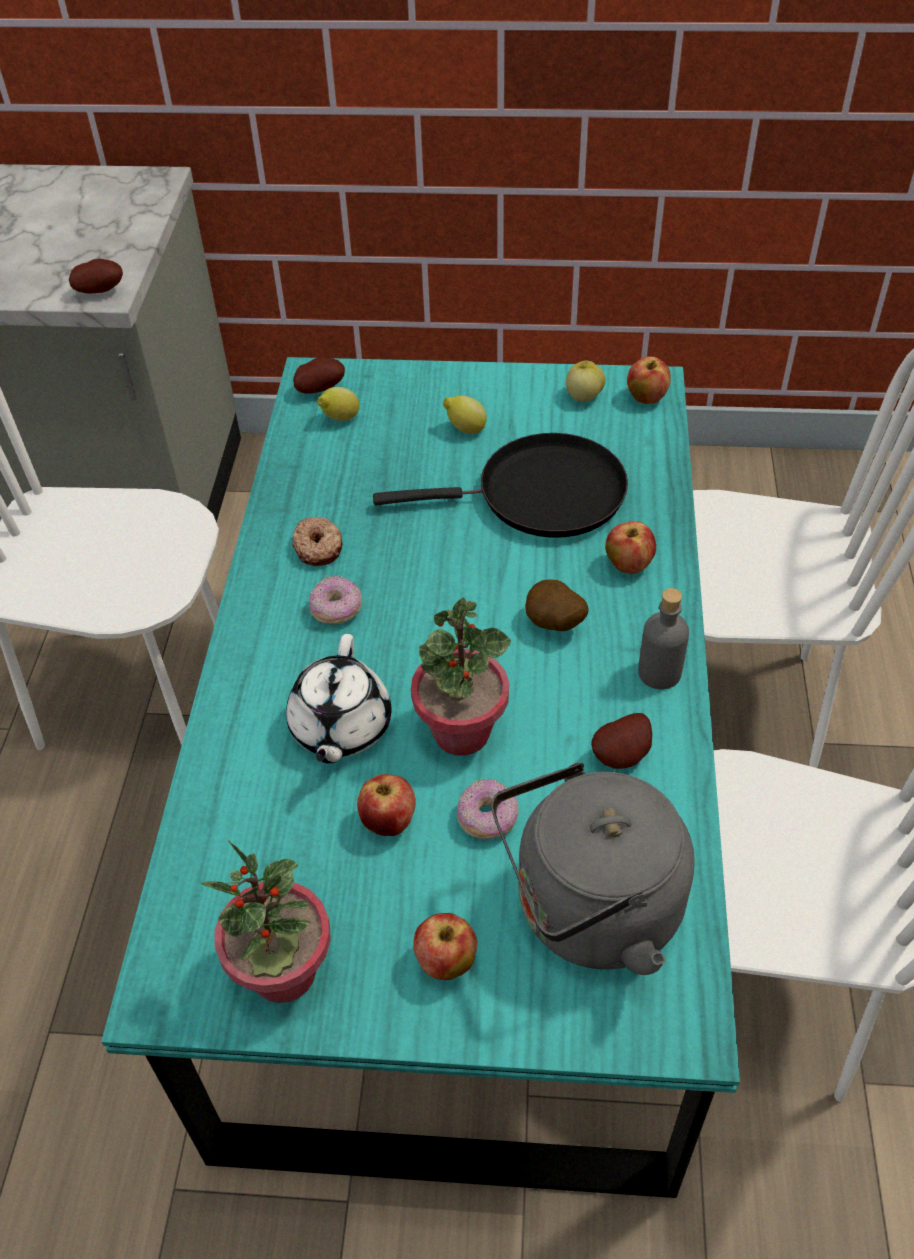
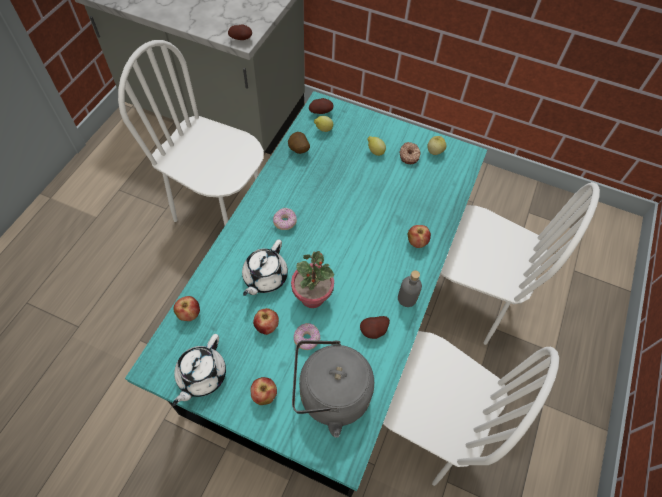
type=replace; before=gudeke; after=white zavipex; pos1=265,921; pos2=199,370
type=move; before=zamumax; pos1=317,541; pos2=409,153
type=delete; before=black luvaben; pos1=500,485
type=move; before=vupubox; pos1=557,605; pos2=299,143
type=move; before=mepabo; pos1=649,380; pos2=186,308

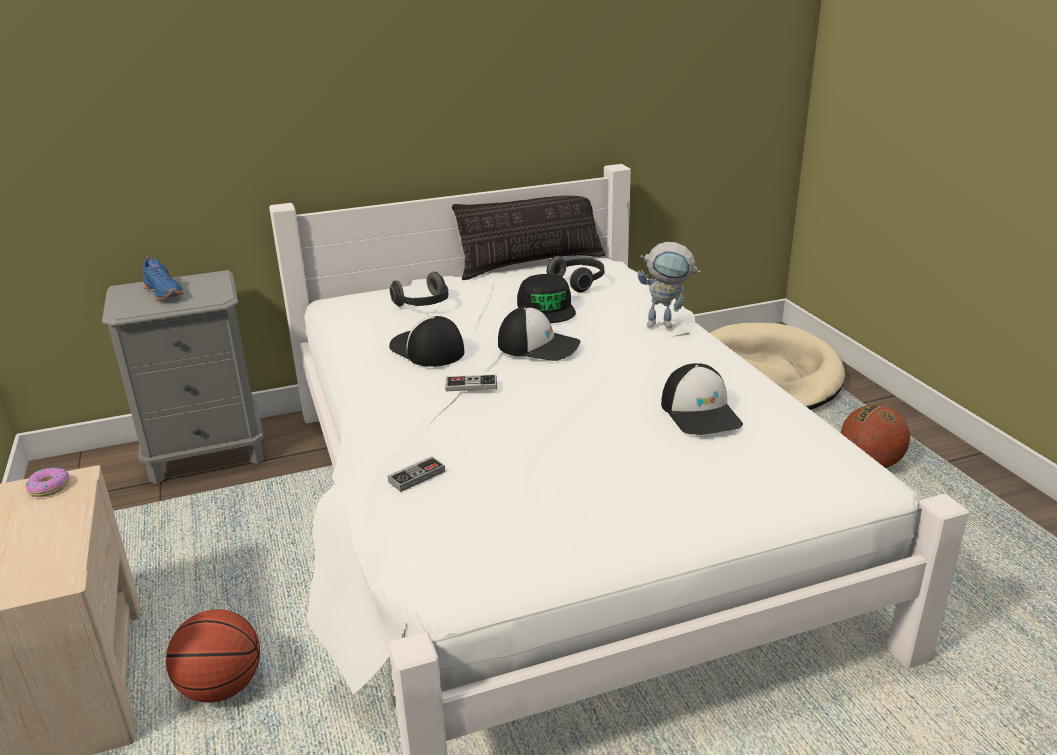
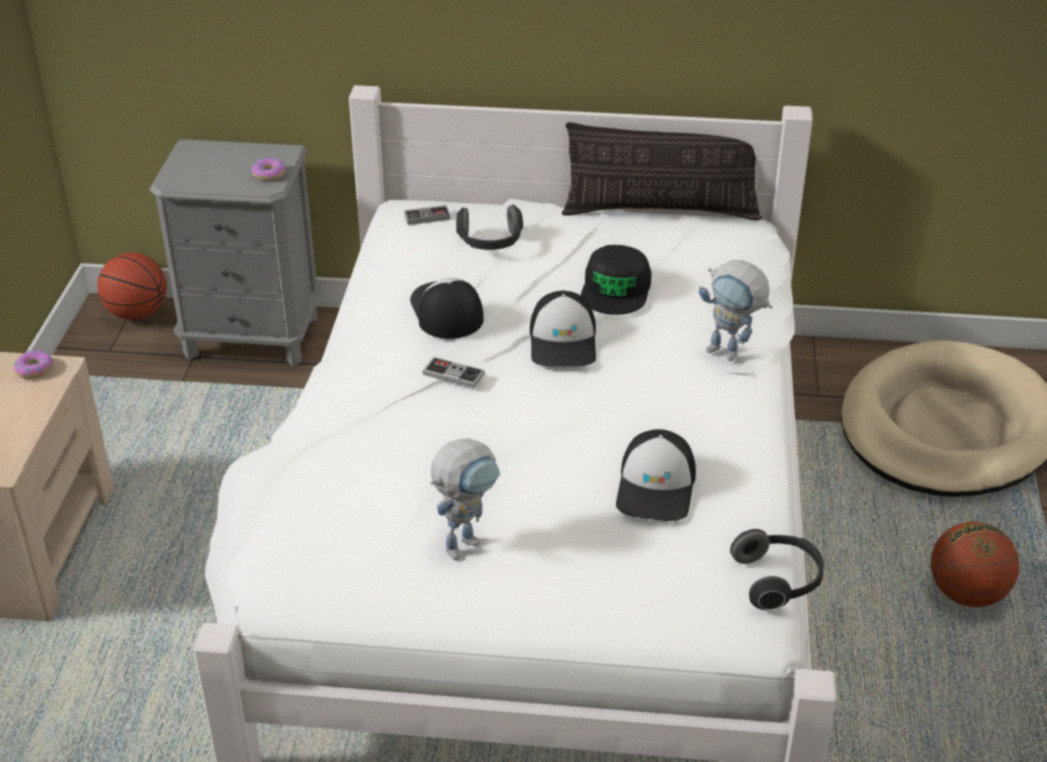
type=delete; before=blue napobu; pos1=163,278
type=move; before=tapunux; pos1=213,656; pos2=132,286
type=move; before=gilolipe; pos1=416,474; pos2=427,215
type=rotate; before=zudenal; pos1=539,333; pos2=563,329; turn=45
type=move; before=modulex; pos1=575,274; pos2=777,569
type=insert; after=zamumax; pos2=269,169
type=insert; after=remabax; pos2=465,499

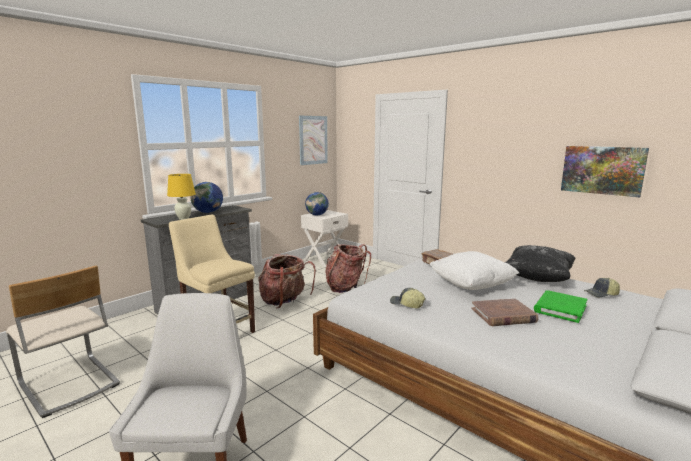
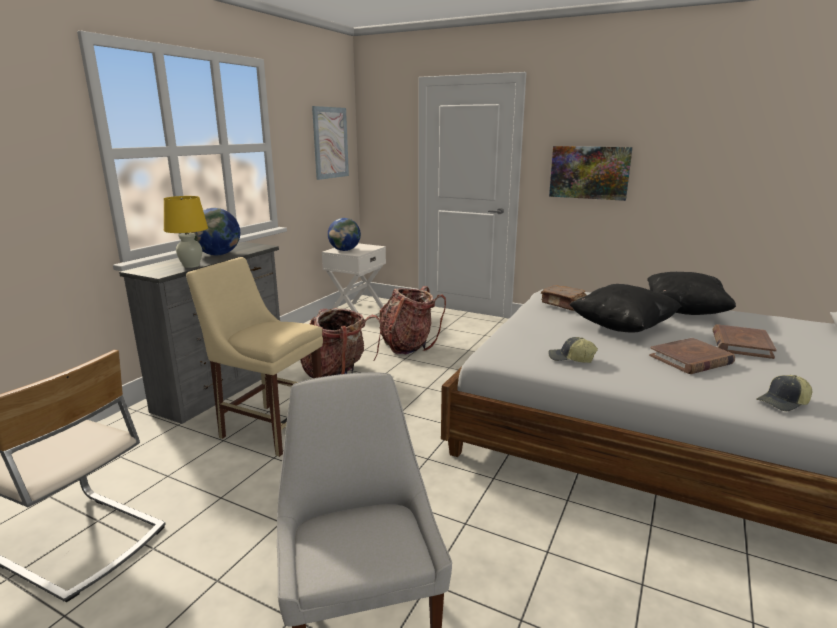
type=recolor; before=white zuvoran; after=black zuvoran; pos1=474,270; pos2=626,308
type=recolor; before=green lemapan; after=brown lemapan; pos1=560,306; pos2=745,341
type=move; before=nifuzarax; pos1=605,171; pos2=591,173
type=move; before=zudenal; pos1=602,287; pos2=784,393

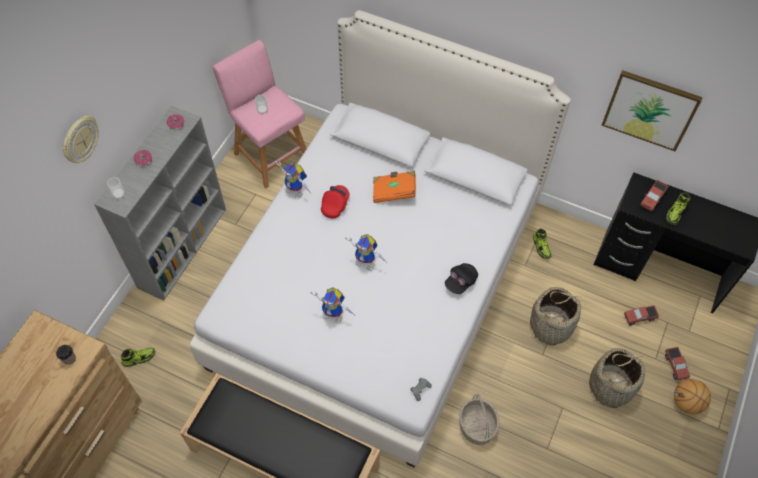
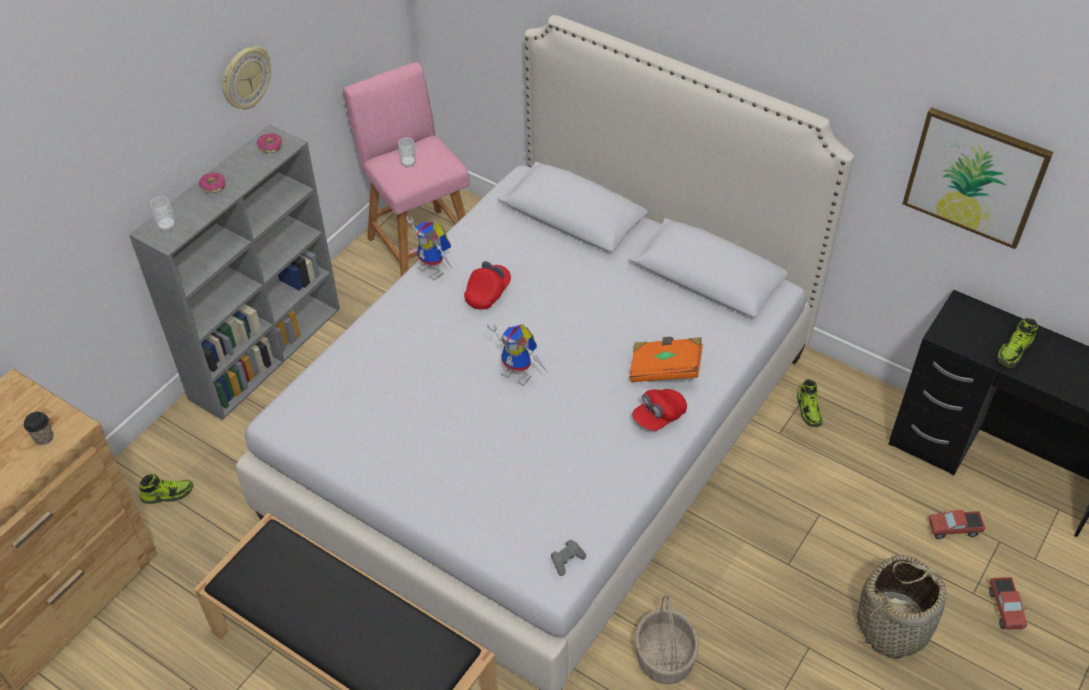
type=move; before=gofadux; pos1=80,139; pos2=246,78
type=delete; before=remabax; pos1=332,305
type=move; before=orange lemapan; pos1=394,187; pos2=666,359
type=recolor; before=black zudenal; after=red zudenal; pos1=461,278; pos2=659,410
type=delete; before=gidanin; pos1=555,316
type=delete; before=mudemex; pos1=654,196
type=delete; before=tapunux; pos1=692,396

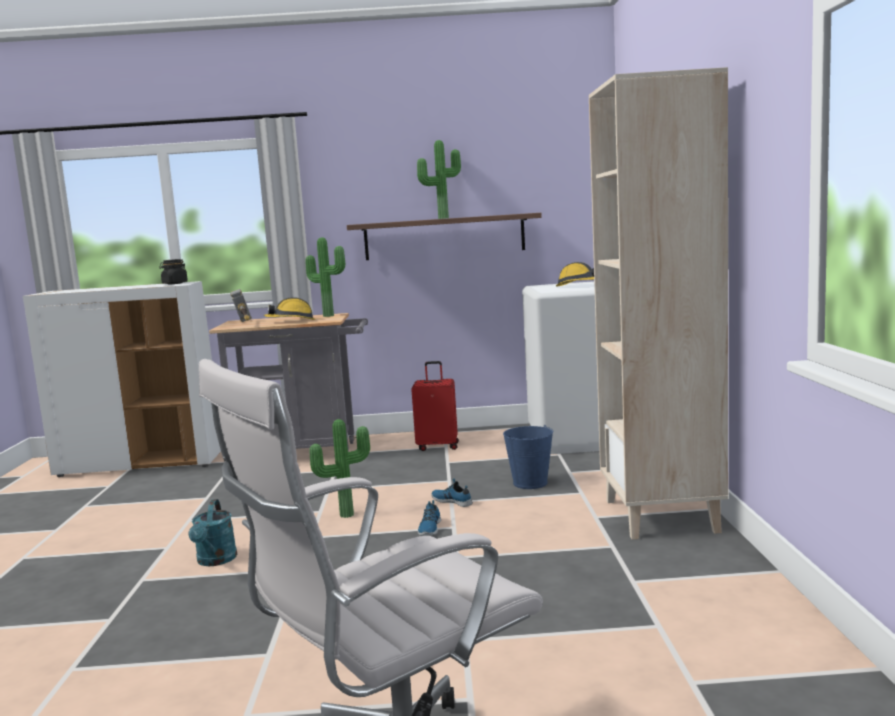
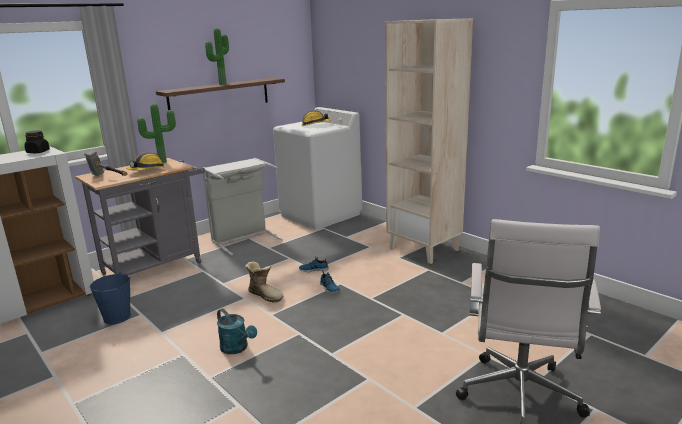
type=replace; before=gudeke; after=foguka; pos1=339,468; pos2=264,282
type=replace; before=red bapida; after=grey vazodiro; pos1=435,406; pos2=243,206
type=move; before=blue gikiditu; pos1=528,457; pos2=110,298

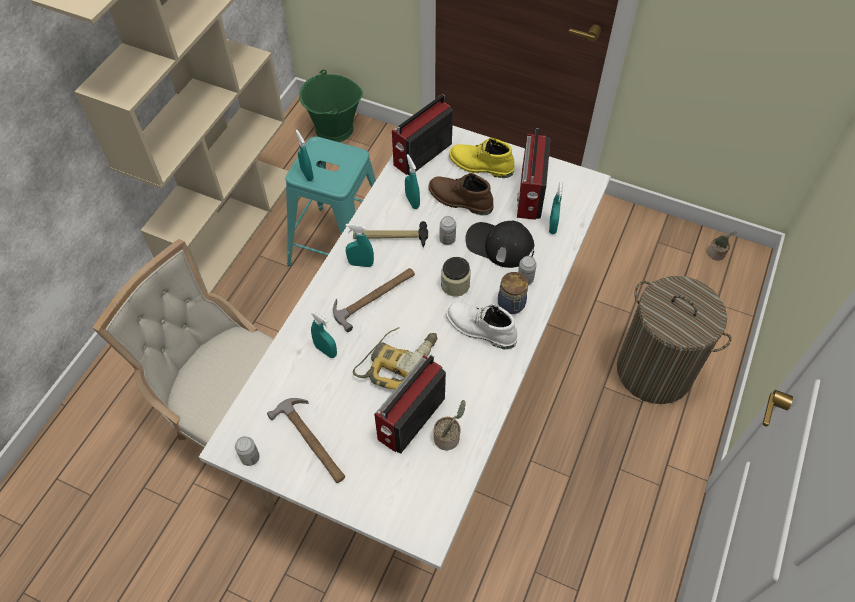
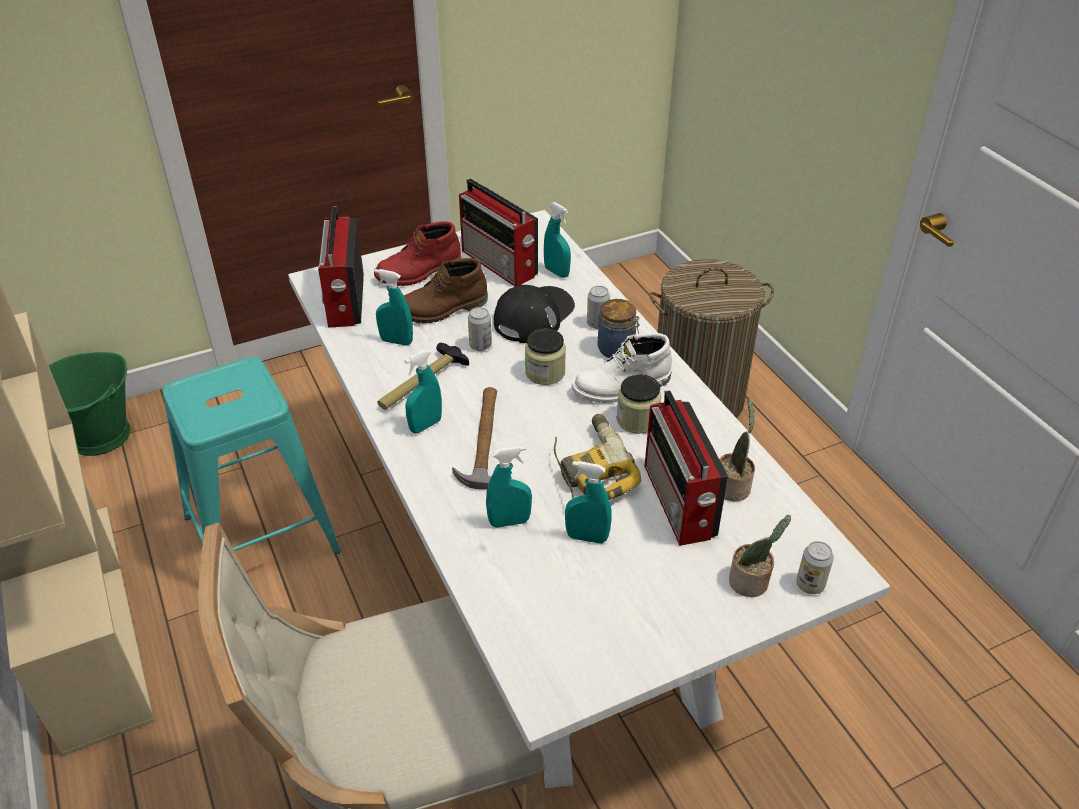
type=move; before=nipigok; pos1=247,451; pos2=815,567
type=delete; before=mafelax; pos1=306,440
type=move; before=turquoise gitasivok; pos1=305,155; pos2=588,502
type=recolor; before=yellow foguka; after=red foguka; pos1=482,158; pos2=417,253
type=rotate; before=black zudenal; pos1=499,244; pos2=534,314; turn=150
type=move; before=gudeke; pos1=722,246; pos2=760,556
type=insert; after=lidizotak; pos2=639,404

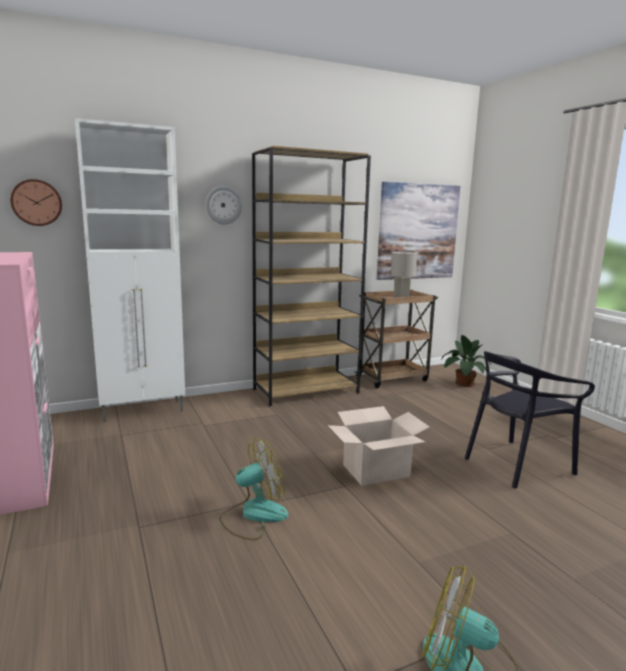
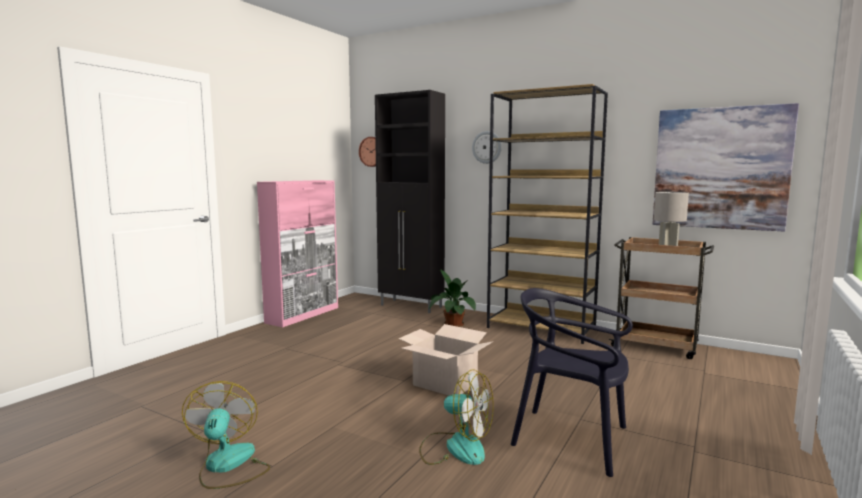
type=recolor; before=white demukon; after=black demukon; pos1=130,270; pos2=410,201
type=move; before=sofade; pos1=253,489; pos2=456,417
type=move; before=gudeke; pos1=466,361; pos2=452,298

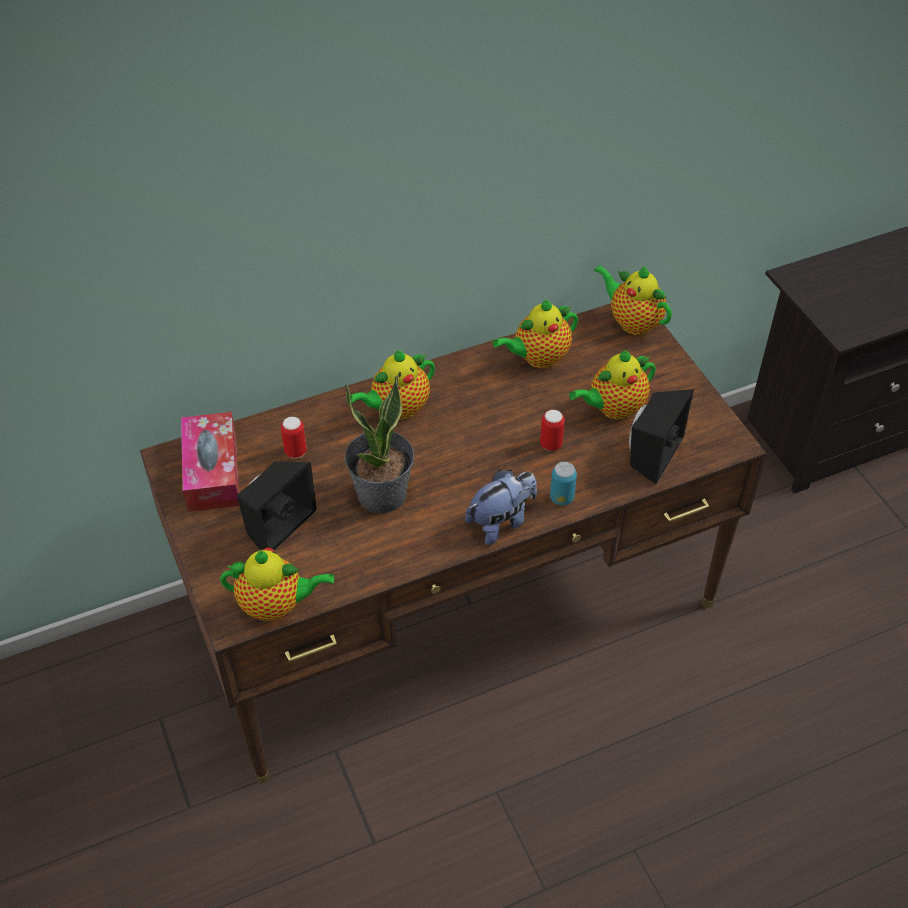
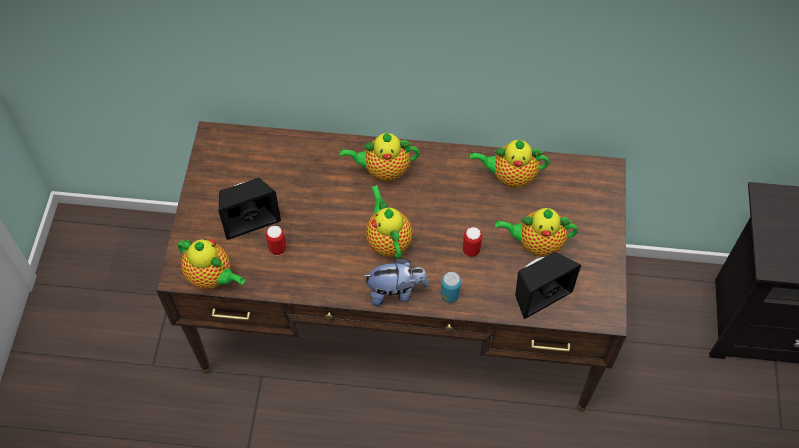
type=delete; before=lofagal; pos1=210,462
type=move; before=nipigok; pos1=294,437; pos2=276,241
type=delete; before=gudeke; pos1=379,444
type=move; before=zavipex; pos1=633,300; pos2=389,222

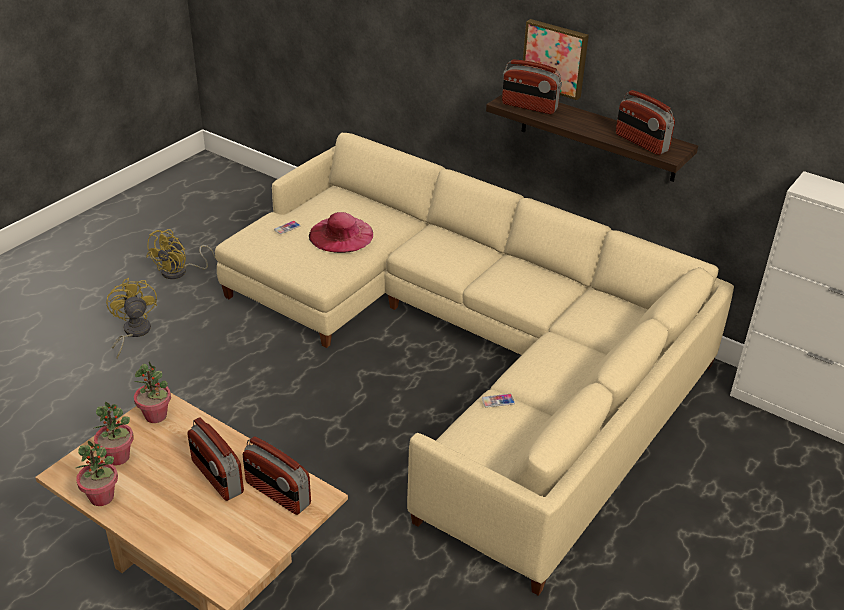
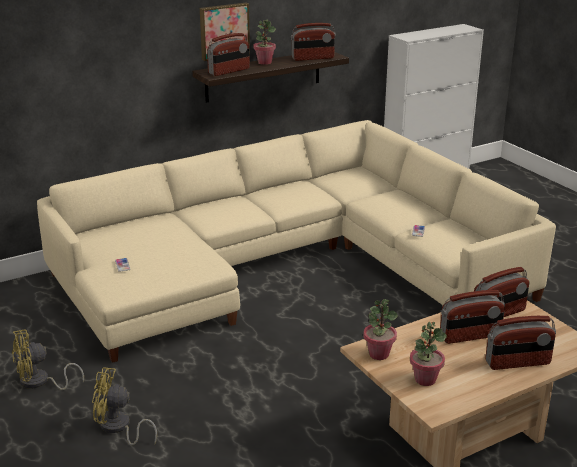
type=move; before=gudeke; pos1=97,473; pos2=264,42
type=rotate; before=yellow sofade; pos1=180,254; pos2=48,360; turn=105
type=delete; before=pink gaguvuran; pos1=341,232
type=insert; after=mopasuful; pos2=520,343

